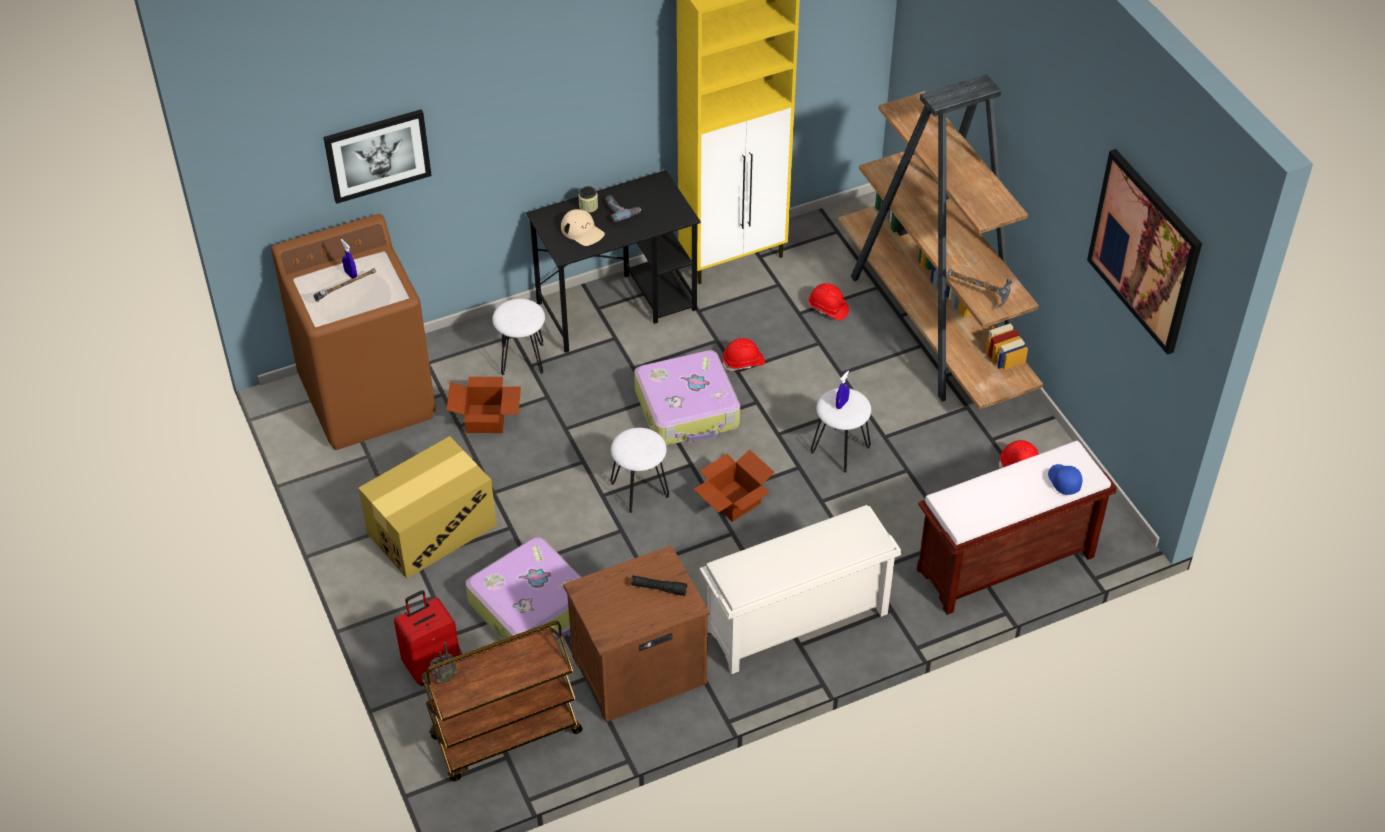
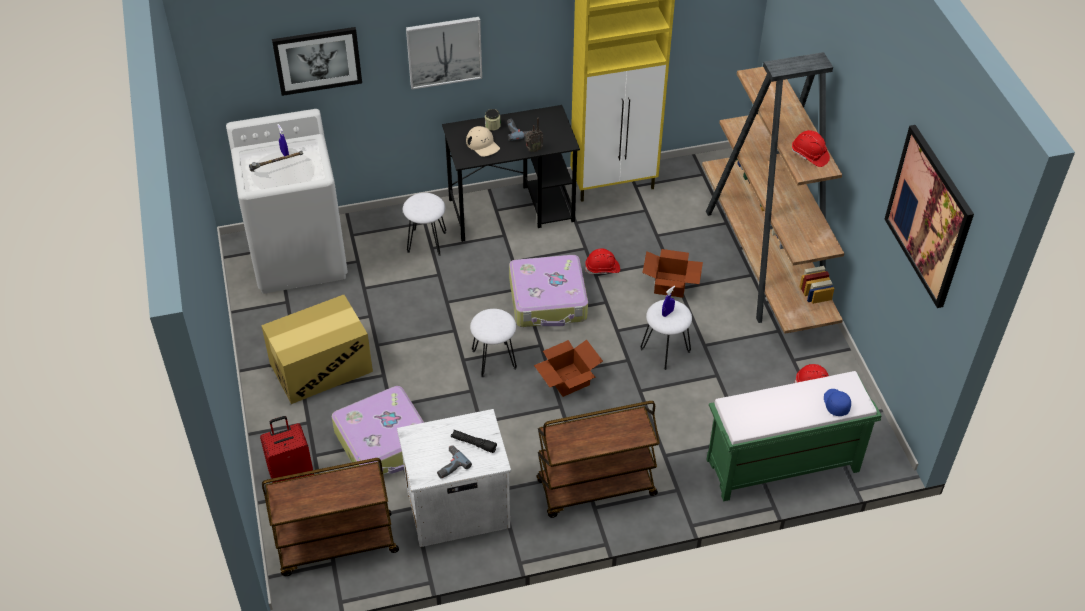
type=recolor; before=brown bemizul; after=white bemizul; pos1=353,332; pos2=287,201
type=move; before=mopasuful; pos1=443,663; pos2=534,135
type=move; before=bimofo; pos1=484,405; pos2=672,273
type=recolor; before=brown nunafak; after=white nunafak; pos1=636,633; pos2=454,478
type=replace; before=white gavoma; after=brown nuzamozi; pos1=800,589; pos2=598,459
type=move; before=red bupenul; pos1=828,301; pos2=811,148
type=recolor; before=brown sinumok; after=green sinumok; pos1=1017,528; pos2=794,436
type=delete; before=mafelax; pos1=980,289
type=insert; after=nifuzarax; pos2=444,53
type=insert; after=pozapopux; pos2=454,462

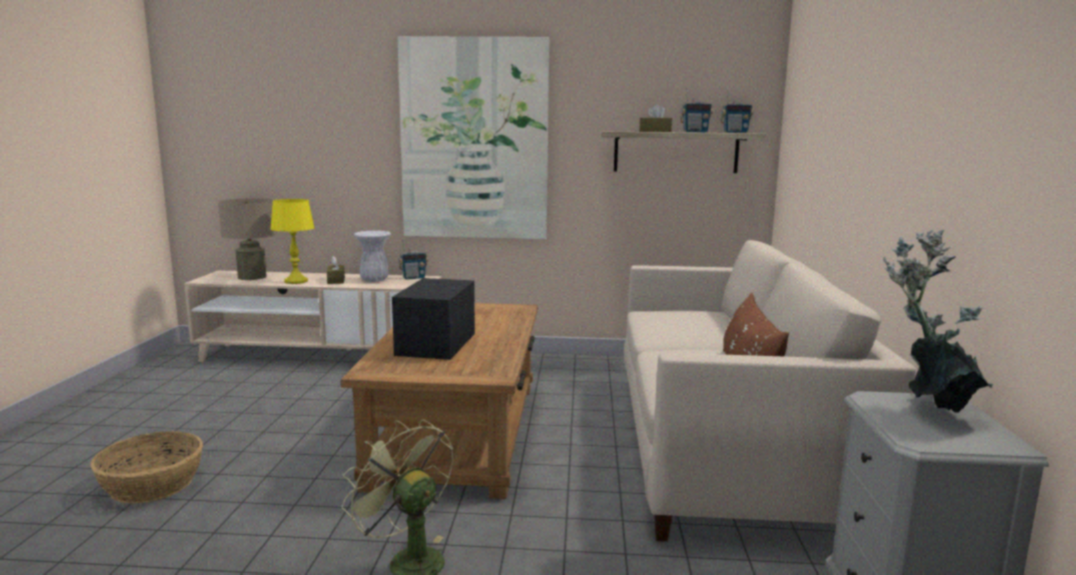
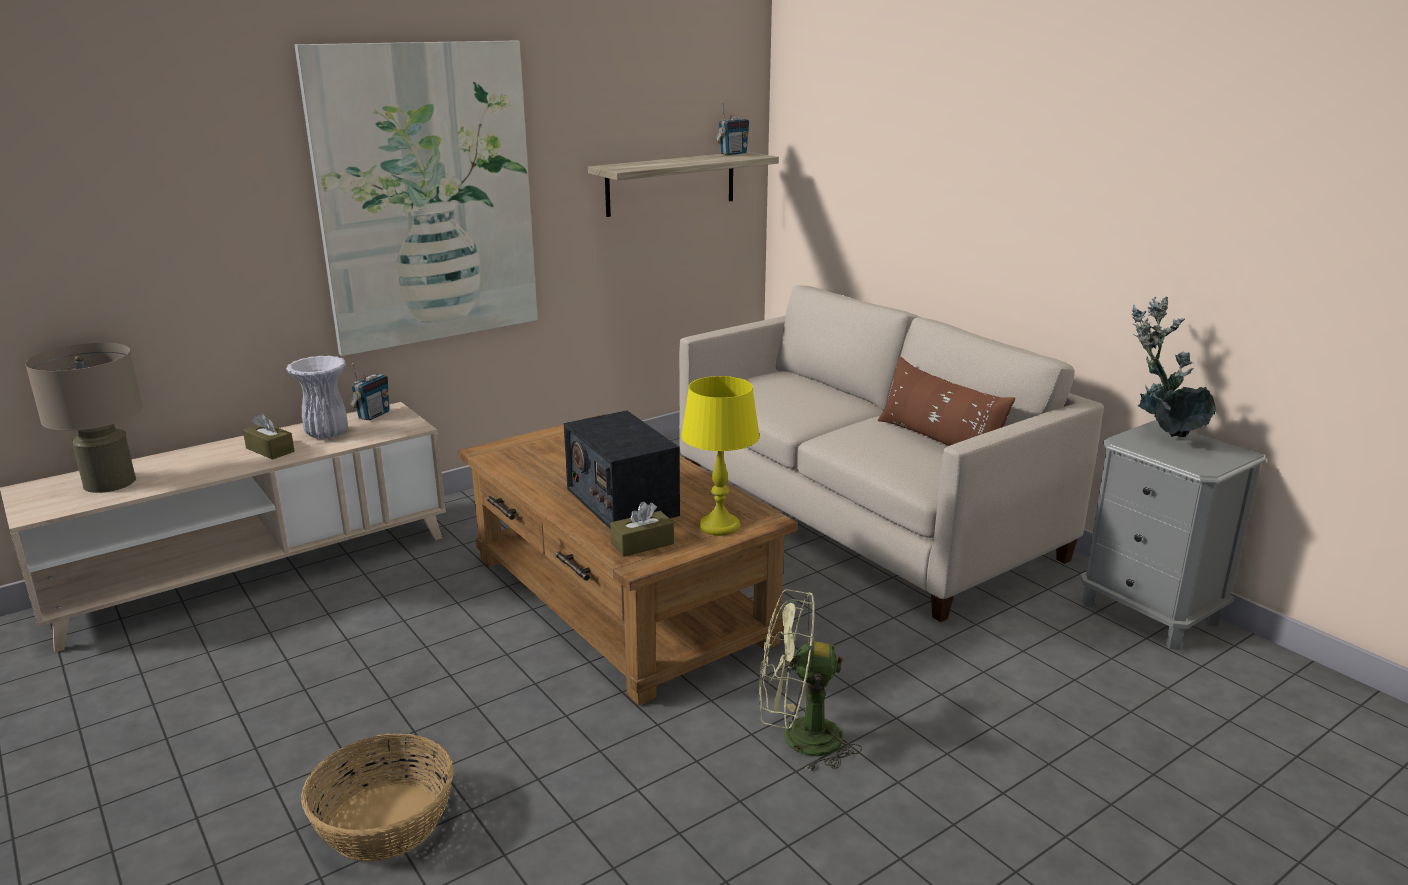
type=move; before=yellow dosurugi; pos1=292,241; pos2=720,456
type=move; before=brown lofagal; pos1=655,118; pos2=642,529
type=delete; before=mopasuful; pos1=696,110

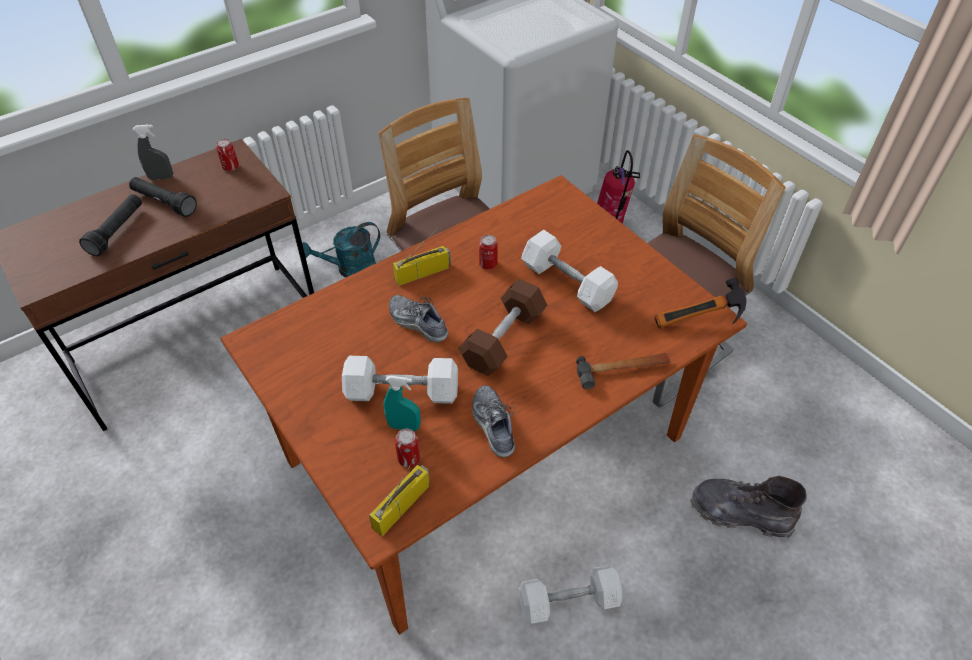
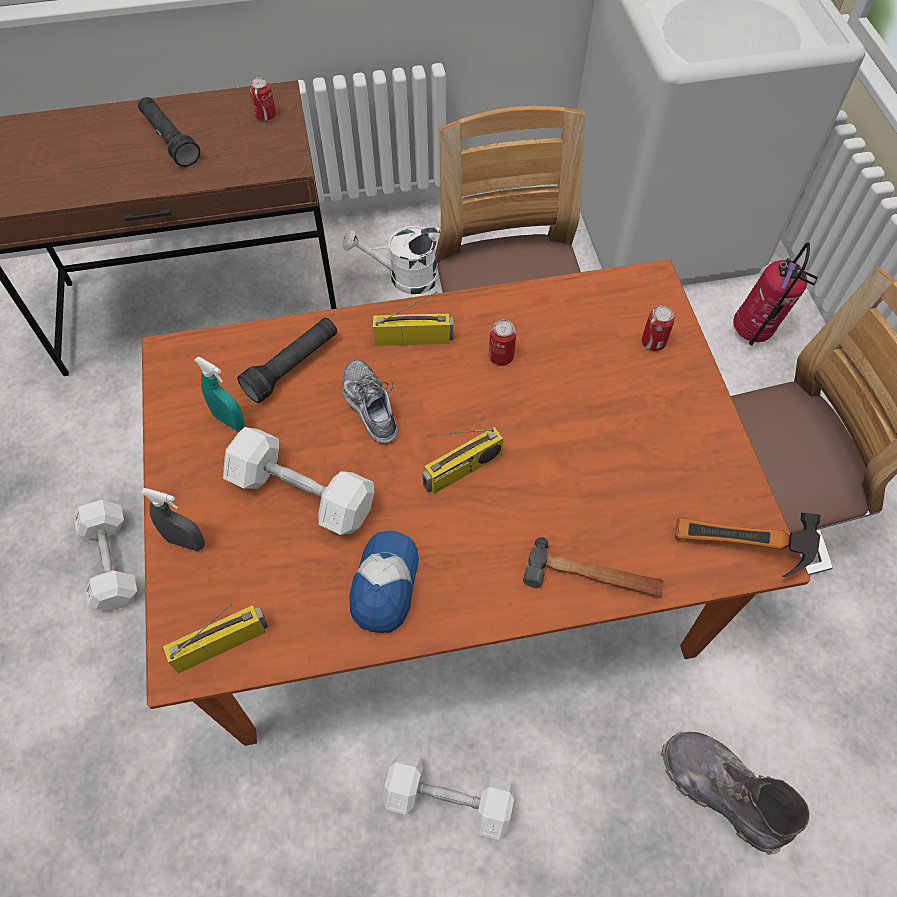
type=move; before=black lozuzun; pos1=110,225; pos2=287,360
type=move; before=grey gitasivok; pos1=153,152; pos2=173,519
type=recolor; before=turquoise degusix; after=white degusix; pos1=341,250; pos2=392,260
type=move; before=turquoise gitasivok; pos1=402,403; pos2=220,394
type=move; before=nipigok; pos1=407,448; pos2=658,328
type=replace; before=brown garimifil; after=mopasuful; pos1=502,327; pos2=463,460
type=replace; before=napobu; after=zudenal; pos1=493,421; pos2=384,582
type=move; before=white garimifil; pos1=569,271; pos2=105,555

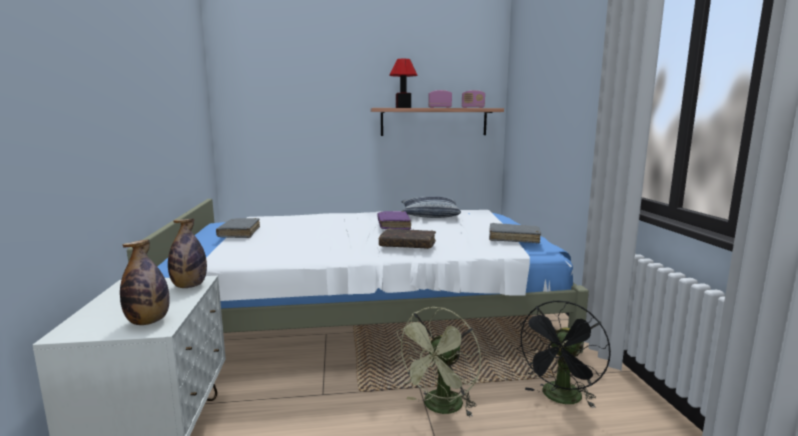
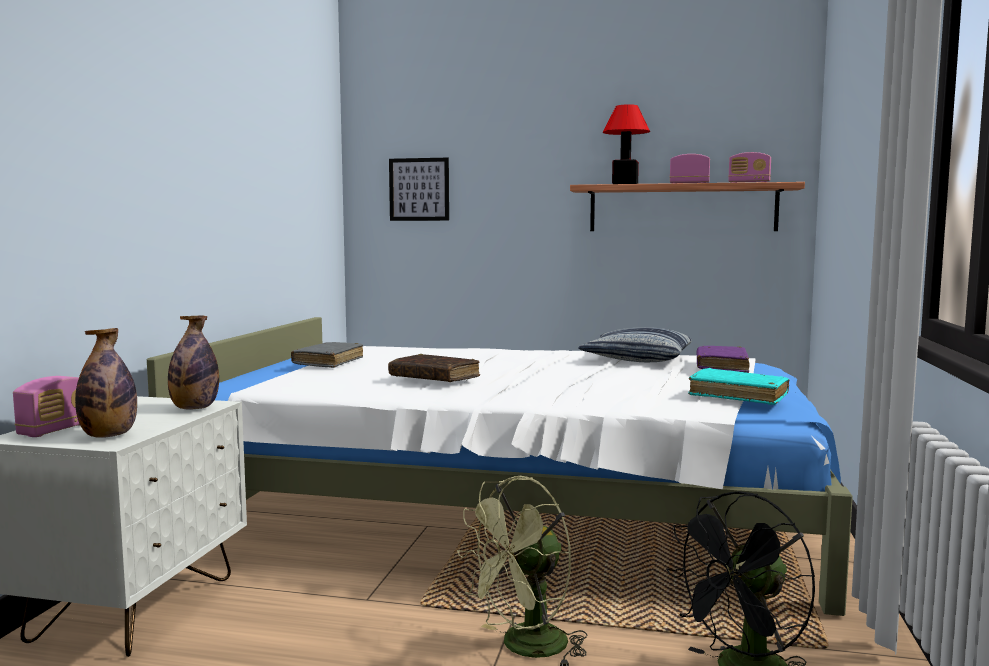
type=move; before=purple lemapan; pos1=394,220; pos2=723,359
type=move; before=brown lemapan; pos1=407,239; pos2=434,368
type=recolor; before=grey lemapan; after=turquoise lemapan; pos1=515,233; pos2=738,386
type=insert; after=mopasuful; pos2=46,406
type=insert; after=nifuzarax; pos2=419,189

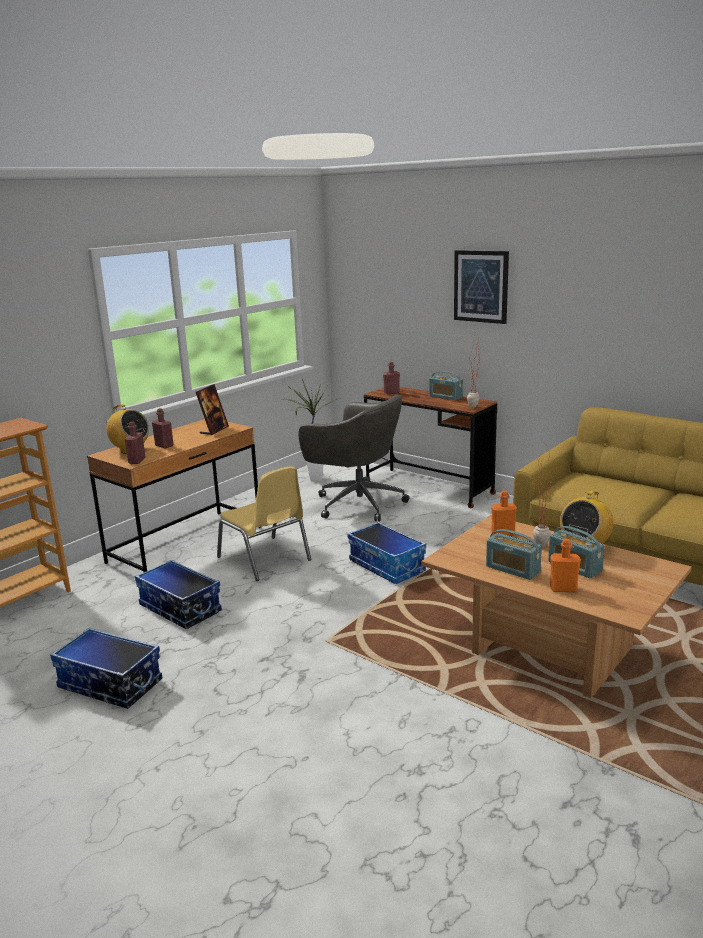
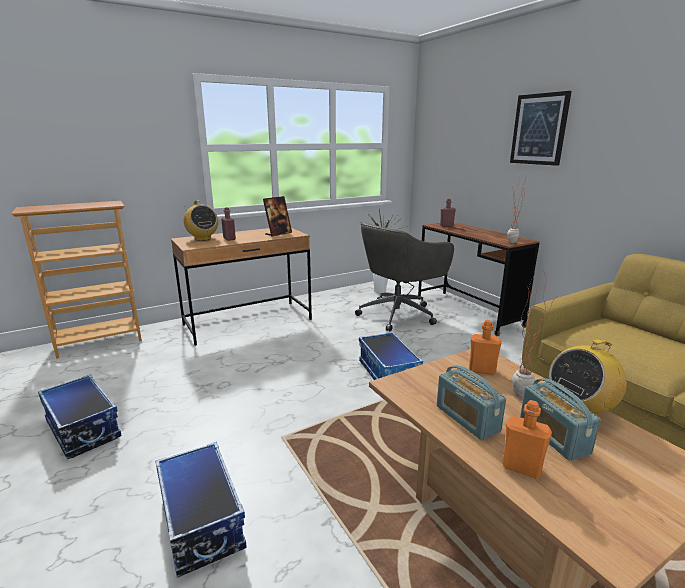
type=delete; before=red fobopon; pos1=135,443
type=move; before=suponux; pos1=178,594; pos2=201,510
type=delete; before=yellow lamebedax; pos1=264,524
type=rotate; before=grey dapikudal; pos1=353,458; pos2=404,277; turn=90
type=delete; before=mopasuful; pos1=446,385

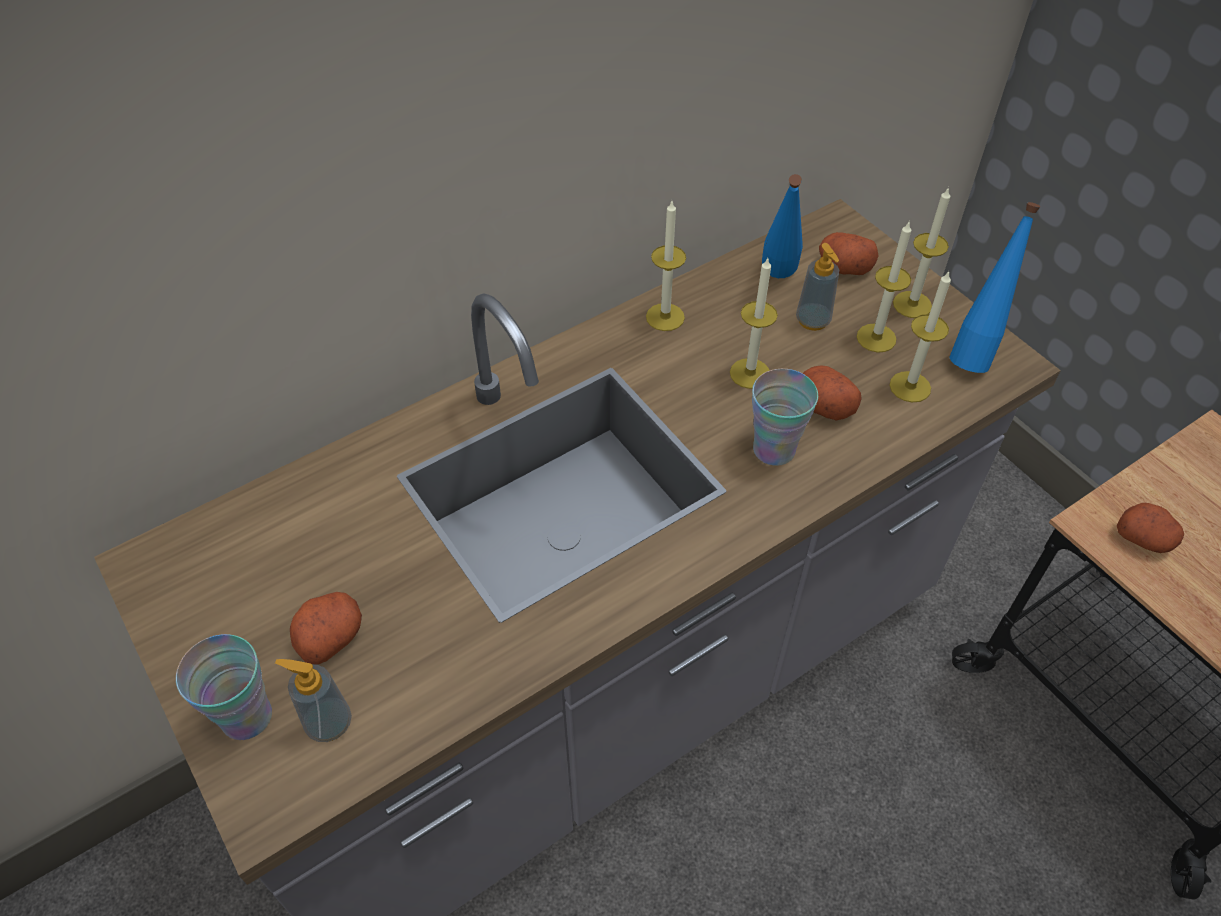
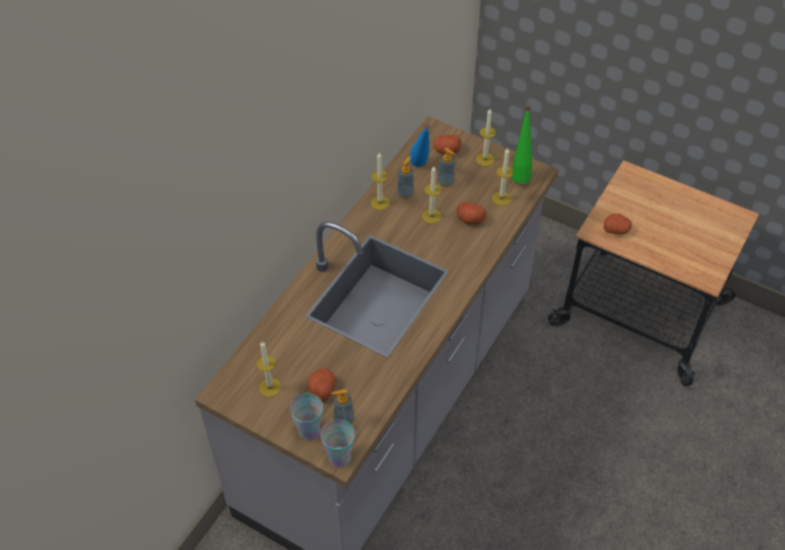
type=move; before=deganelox; pos1=785,417; pos2=338,443
type=move; before=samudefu; pos1=884,287; pos2=268,369
type=recolor; before=blue fobopon; after=green fobopon; pos1=994,287; pos2=522,144
type=insert; after=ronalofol; pos2=405,177

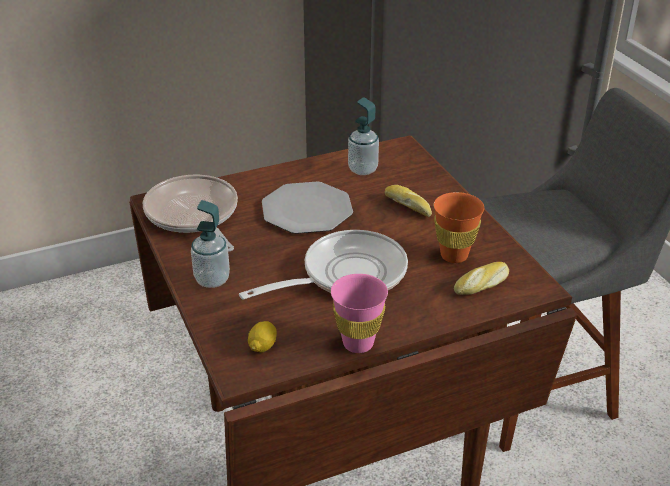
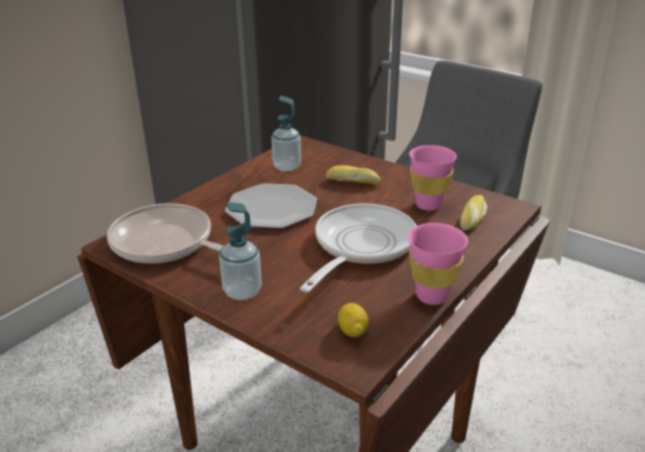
type=recolor; before=orange deganelox; after=pink deganelox; pos1=459,227; pos2=433,178

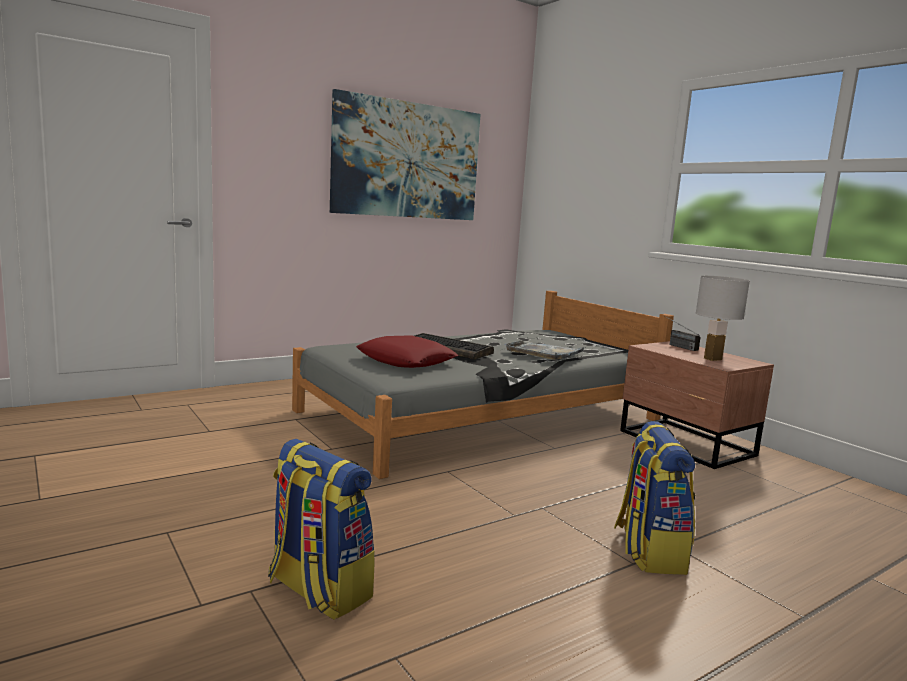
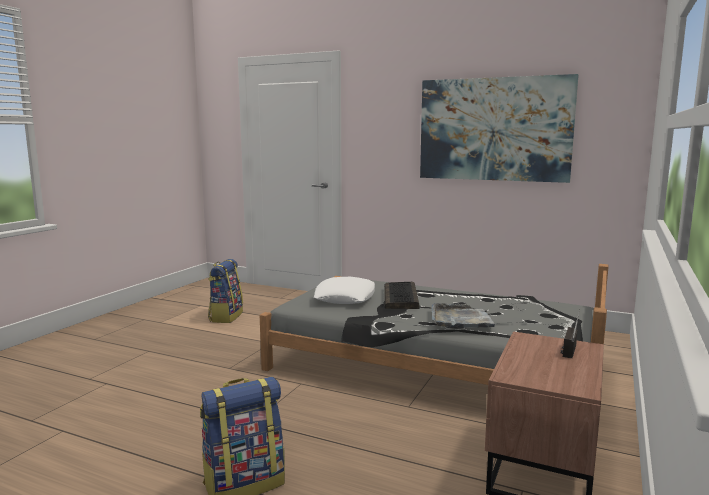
type=move; before=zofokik; pos1=321,529; pos2=225,291
type=recolor; before=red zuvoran; after=white zuvoran; pos1=407,352; pos2=344,290
type=delete; before=white dosurugi; pos1=723,318

